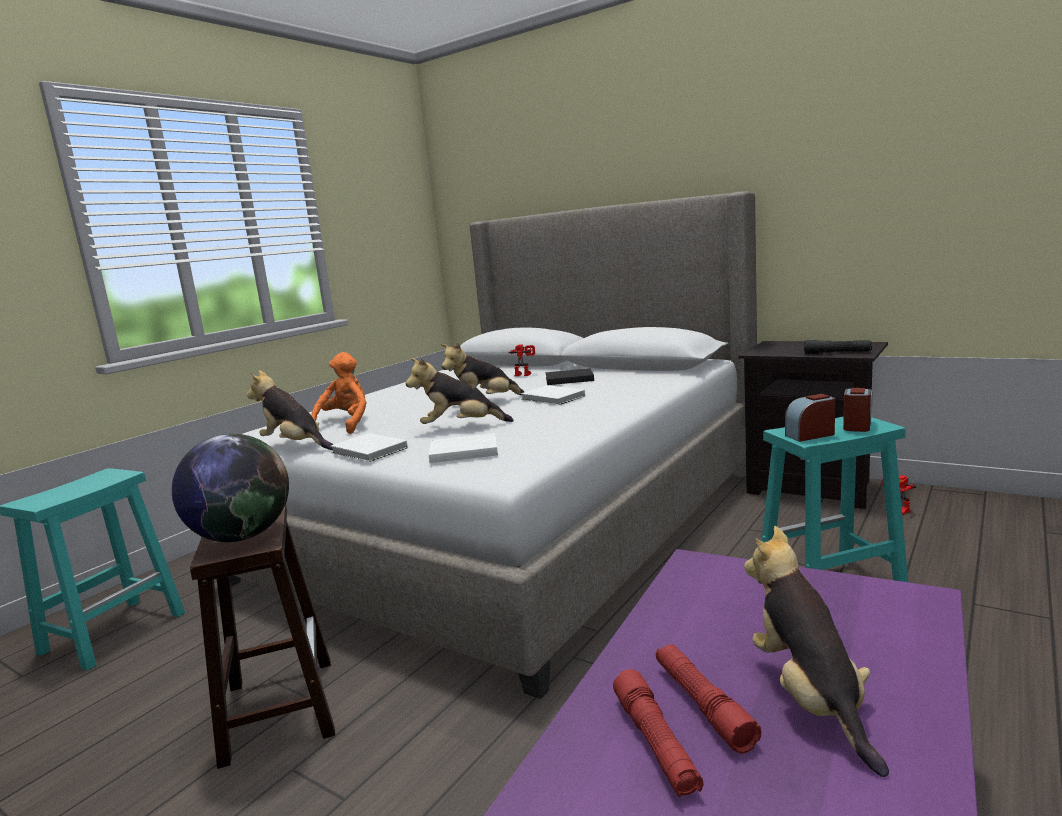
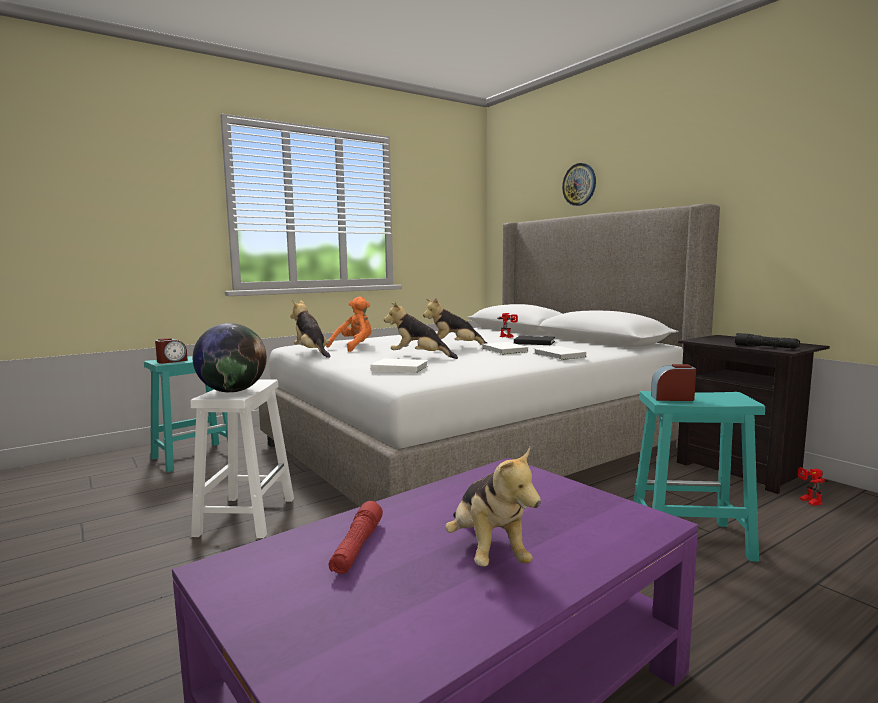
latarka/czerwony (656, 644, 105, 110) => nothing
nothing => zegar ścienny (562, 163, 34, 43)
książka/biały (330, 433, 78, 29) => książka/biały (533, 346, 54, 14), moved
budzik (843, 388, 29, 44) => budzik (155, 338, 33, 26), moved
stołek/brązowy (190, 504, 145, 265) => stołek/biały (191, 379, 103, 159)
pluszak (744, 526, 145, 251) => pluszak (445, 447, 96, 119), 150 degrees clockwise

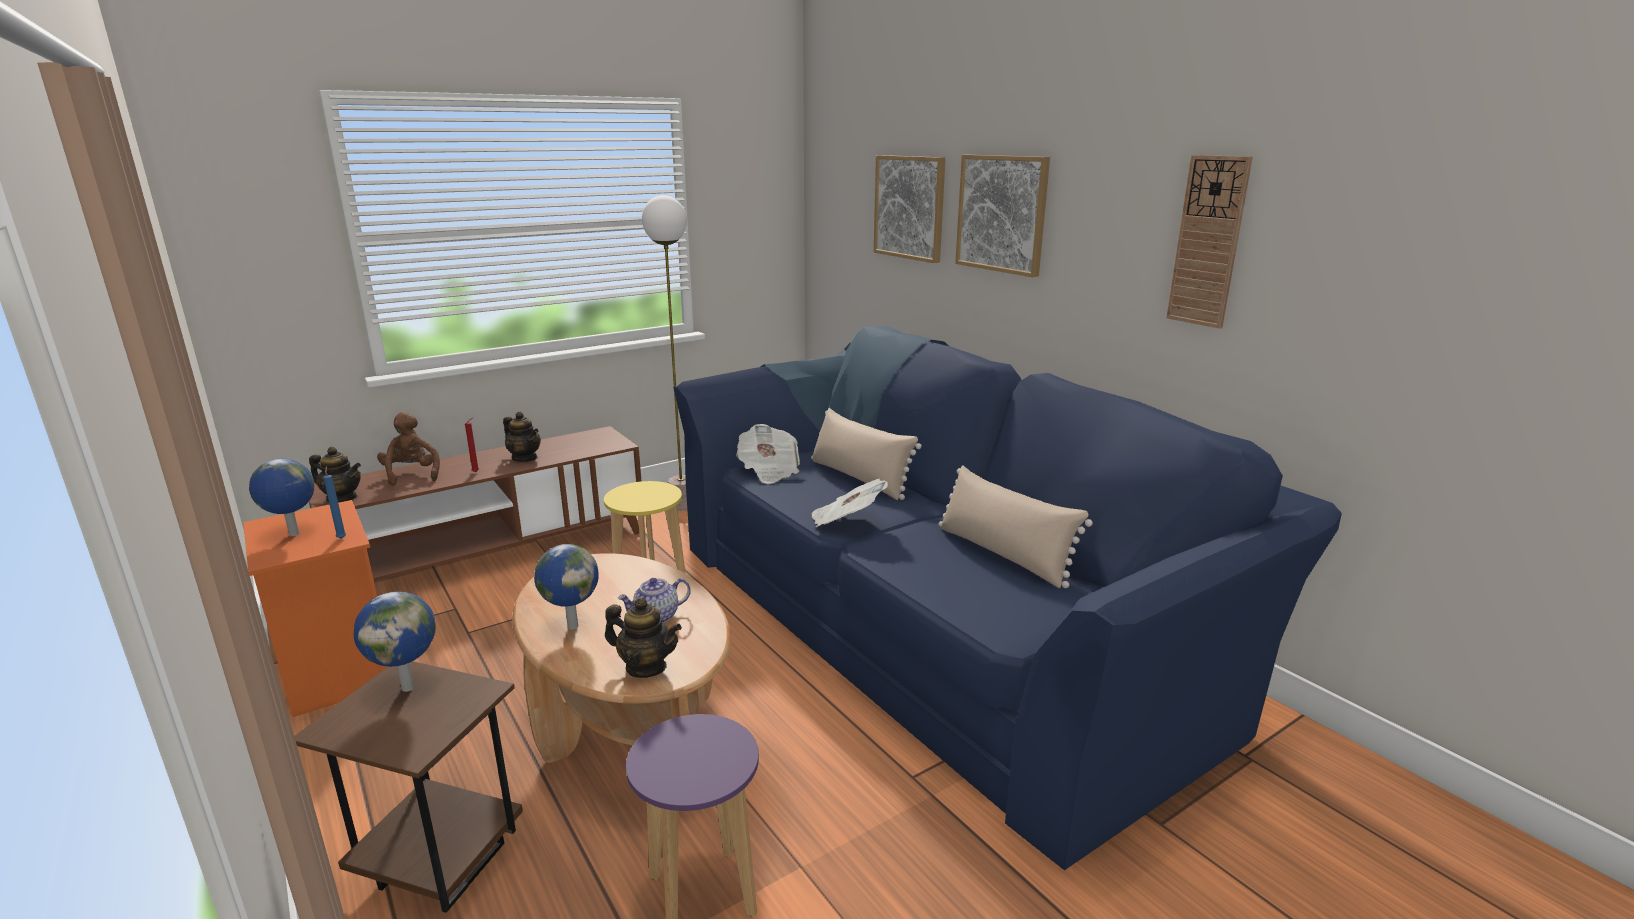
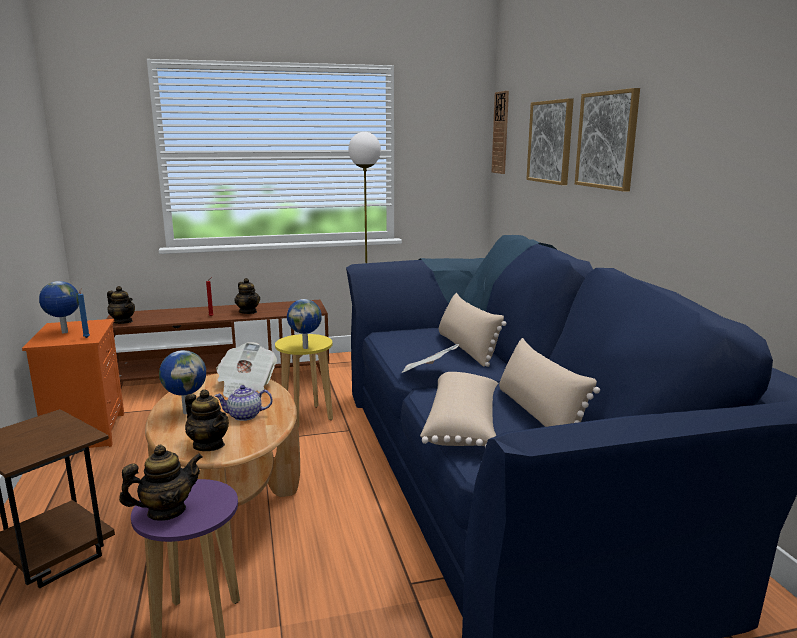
pluszak/brązowy (377, 412, 63, 74) => nothing
nothing => imbryk (119, 445, 84, 76)
nothing => poduszka/beżowy (420, 372, 78, 76)
globus (354, 591, 82, 101) => globus (287, 299, 35, 50), moved
gazeta (736, 424, 64, 60) => gazeta (216, 342, 61, 56), moved
zegar ścienny (1166, 155, 87, 174) => zegar ścienny (492, 91, 17, 83), moved

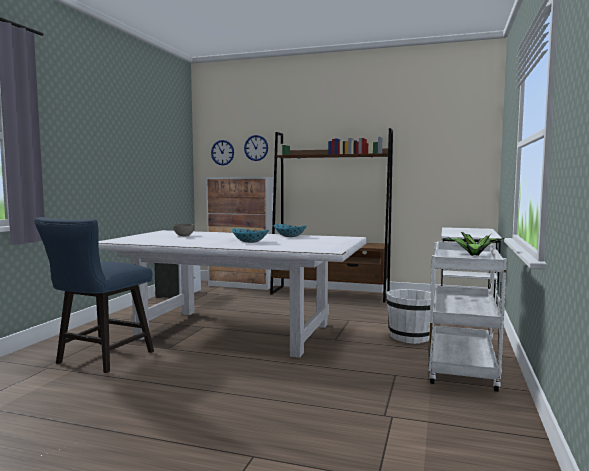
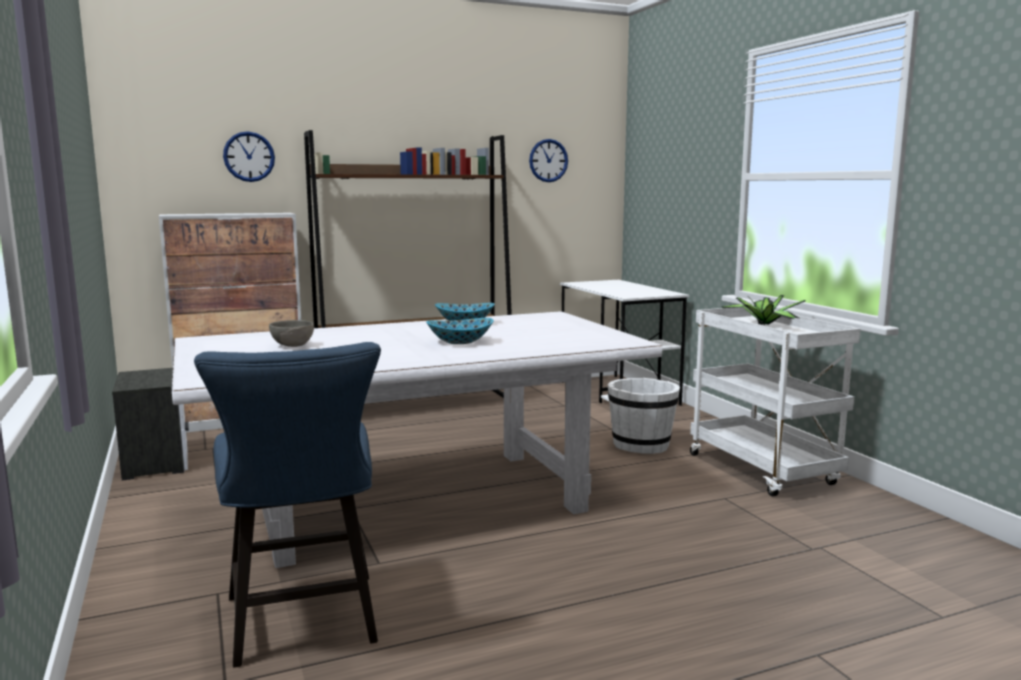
zegar ścienny (211, 140, 23, 25) => zegar ścienny (529, 139, 39, 43), moved

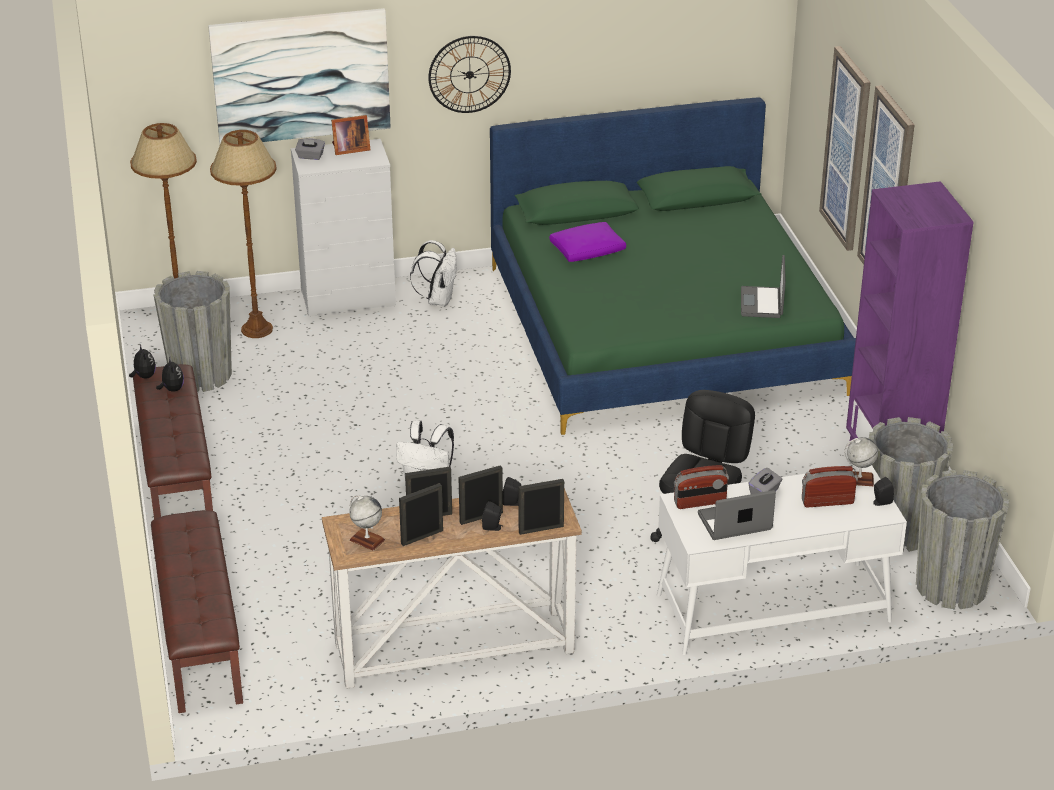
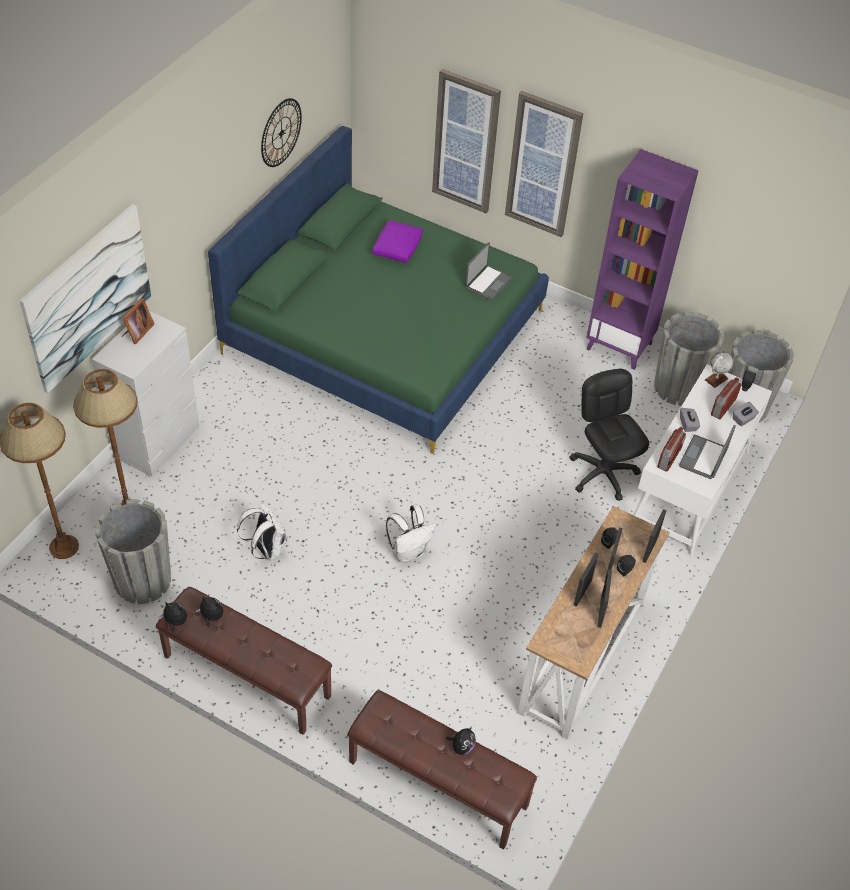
globus (349, 495, 36, 56) => nothing
nothing => pluszak (446, 727, 30, 28)
pudełko chusteczek/szary (295, 138, 30, 22) => pudełko chusteczek/szary (733, 402, 26, 24), moved
plecak/biały (410, 240, 47, 67) => plecak/biały (237, 503, 50, 58), moved
zegar ścienny (428, 36, 83, 77) => zegar ścienny (261, 98, 41, 69), moved
poduszka/fioletowy (549, 222, 77, 40) => poduszka/fioletowy (372, 220, 51, 43), moved
laptop (741, 255, 45, 63) => laptop (465, 242, 47, 59), 105 degrees counterclockwise

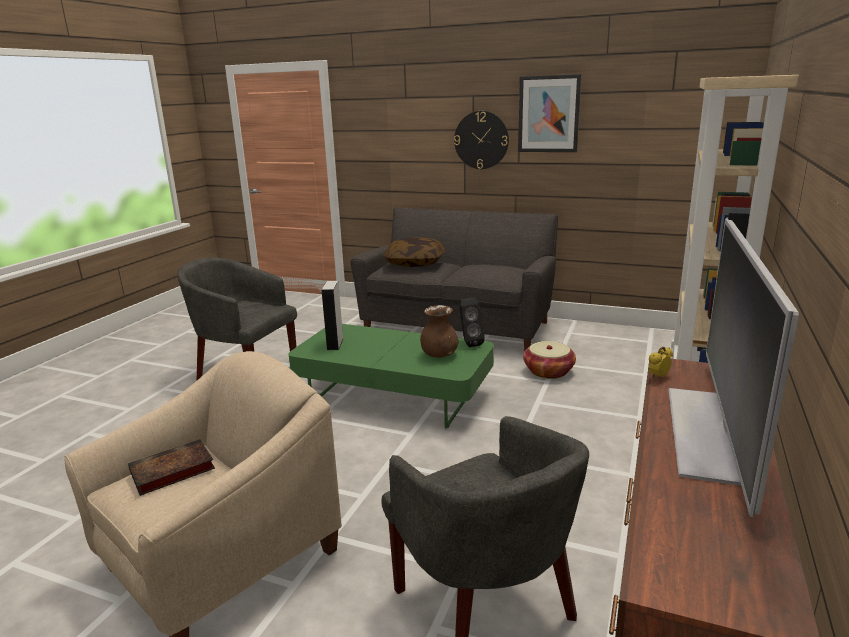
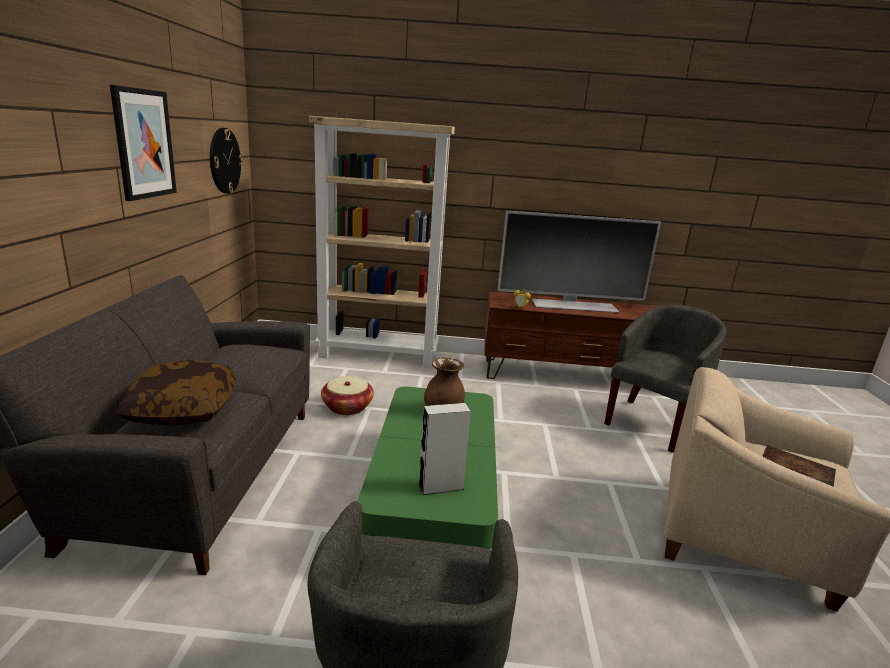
głośnik/czarny (459, 298, 26, 49) => nothing
zegar ścienny (454, 111, 55, 58) => zegar ścienny (210, 128, 33, 66), moved

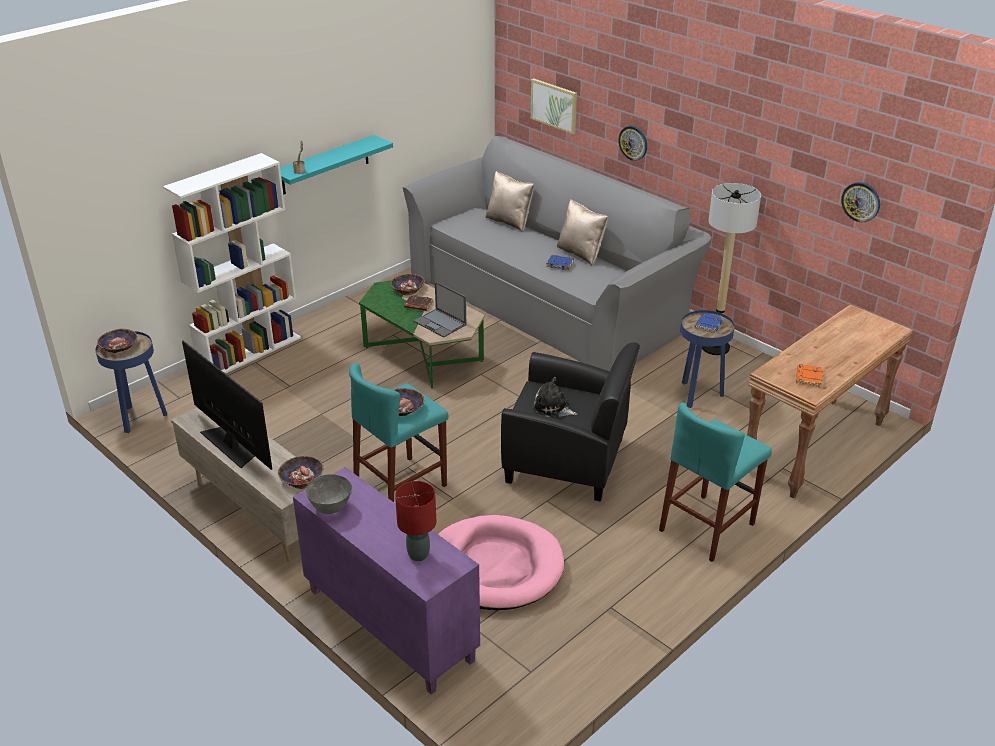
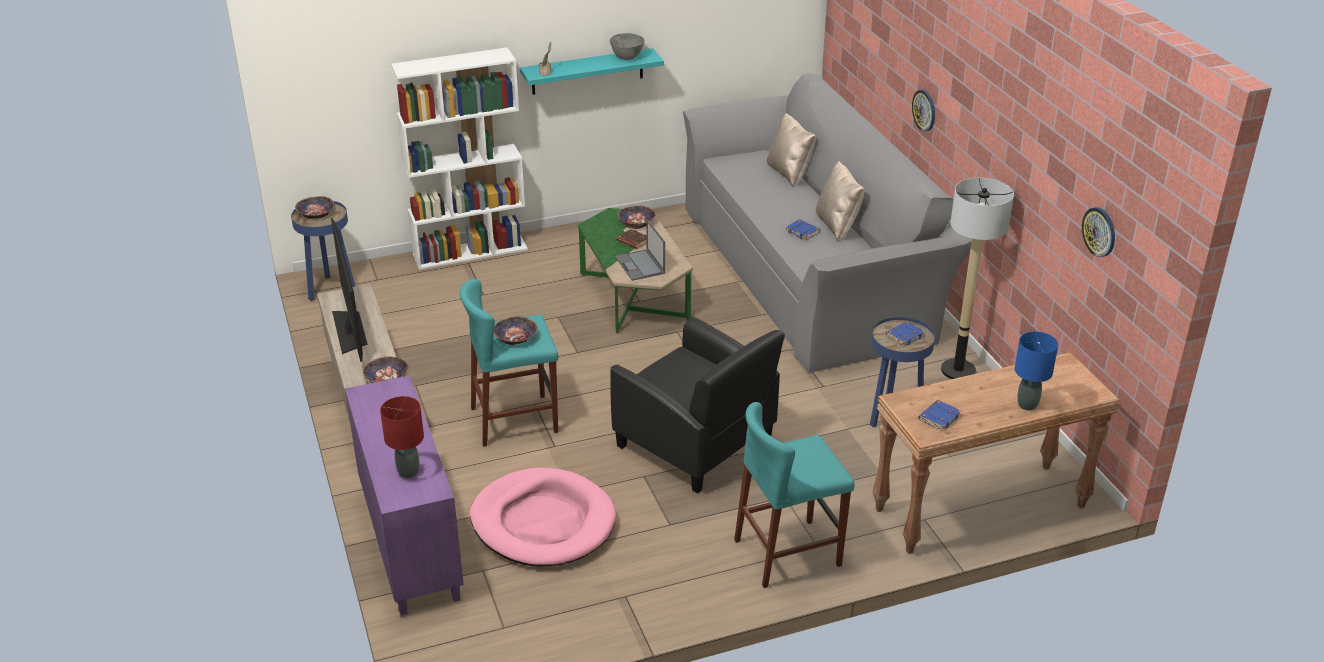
obraz (531, 78, 46, 56) => nothing
pluszak (533, 377, 44, 41) => nothing
nothing => lampa stołowa/niebieski (1015, 331, 43, 79)
miska/szary (306, 474, 46, 40) => miska/szary (610, 33, 35, 27), moved
książka/pomarańczowy (796, 364, 27, 23) => książka/niebieski (919, 400, 42, 31)

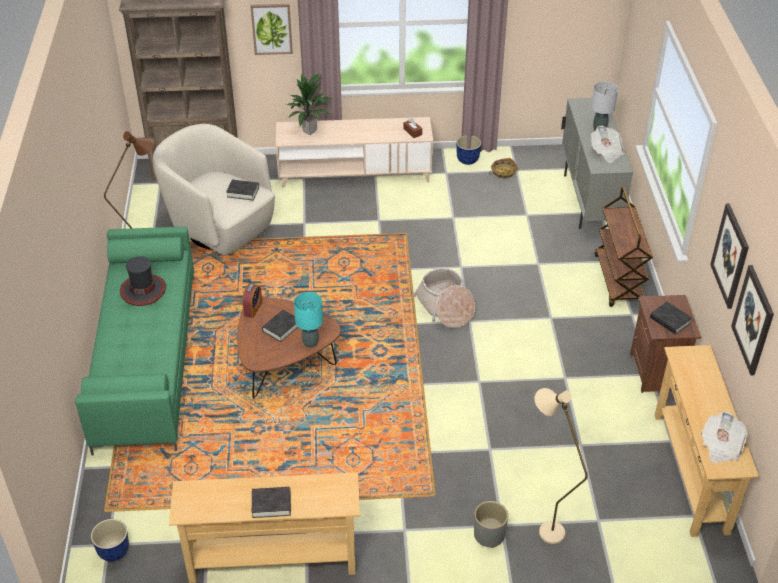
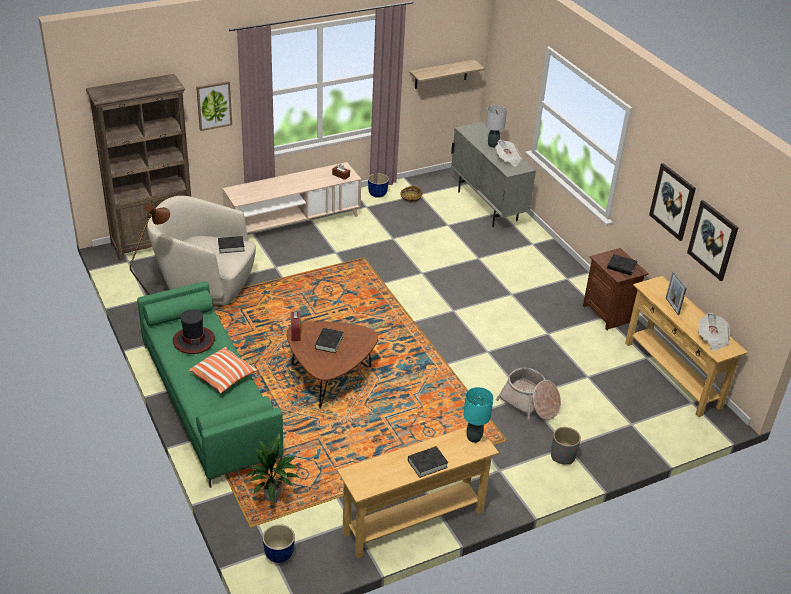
lampa stojąca/beżowy (534, 388, 54, 156) => nothing
wózek/brązowy (594, 187, 59, 120) => nothing
nothing => poduszka (189, 347, 69, 47)
nothing => półka (409, 59, 76, 30)
nothing => ramka na zdjęcie (666, 271, 21, 44)
roślina doniczkowa (287, 73, 47, 62) => roślina doniczkowa (248, 434, 51, 69), moved
lampa stołowa/turkusowy (294, 292, 29, 56) => lampa stołowa/turkusowy (463, 387, 31, 56), moved
koszyk (413, 268, 62, 60) => koszyk (496, 368, 65, 52), moved

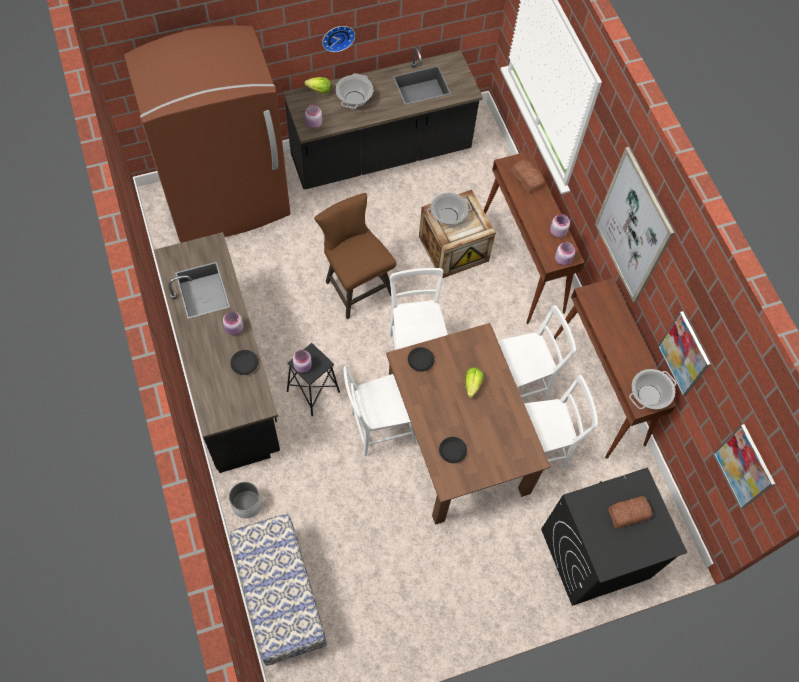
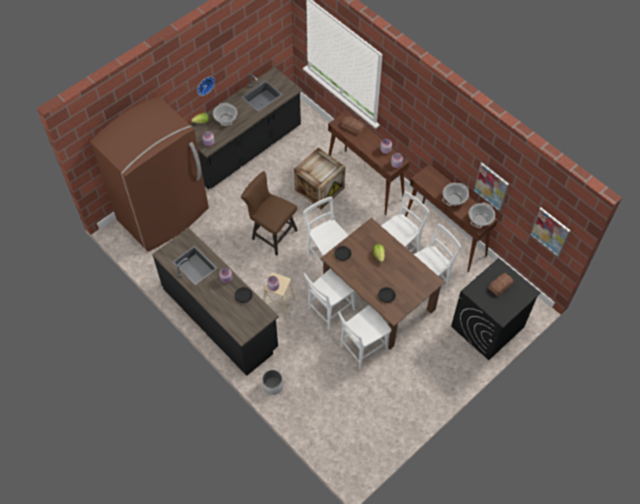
ławka (229, 514, 98, 152) => nothing
obraz (595, 147, 79, 156) => nothing
nothing => krzesło/biały (338, 305, 53, 64)
garnek (427, 192, 45, 33) => garnek (442, 183, 27, 23), moved
stołek/czarny (287, 343, 53, 73) => stołek/beżowy (263, 272, 32, 48)

